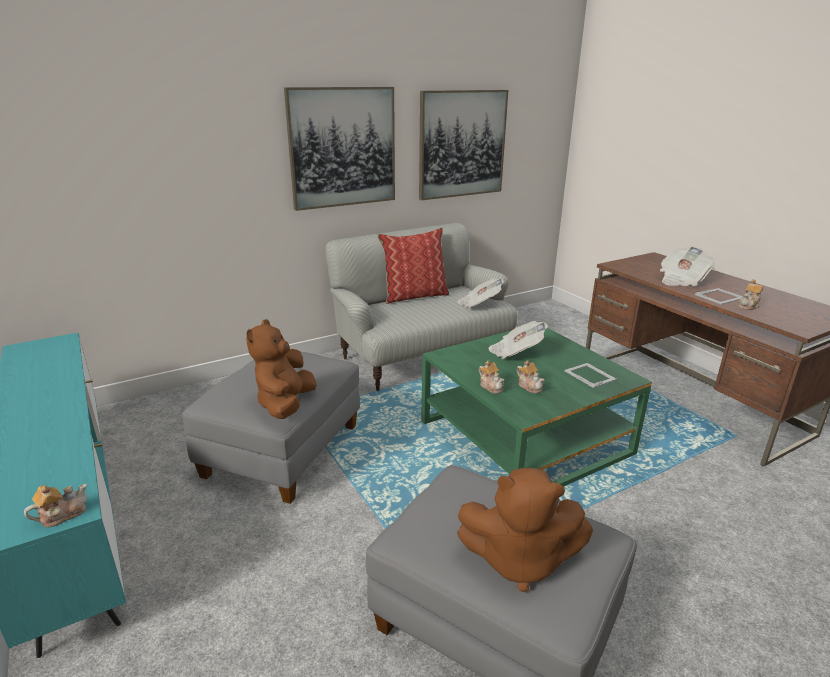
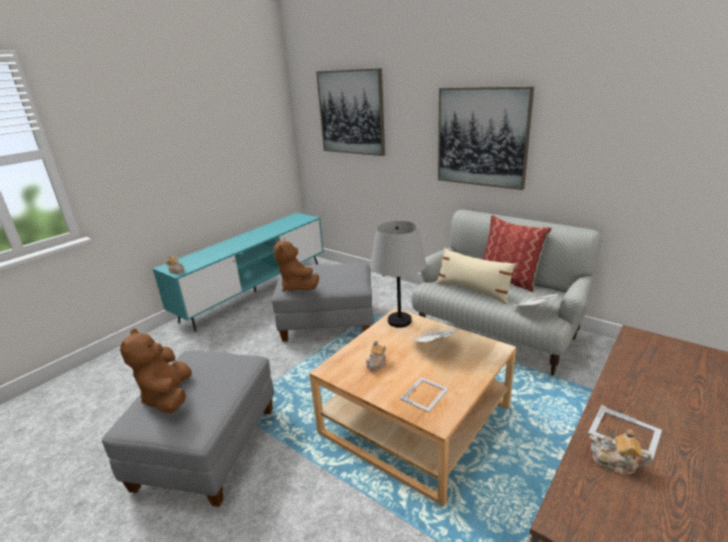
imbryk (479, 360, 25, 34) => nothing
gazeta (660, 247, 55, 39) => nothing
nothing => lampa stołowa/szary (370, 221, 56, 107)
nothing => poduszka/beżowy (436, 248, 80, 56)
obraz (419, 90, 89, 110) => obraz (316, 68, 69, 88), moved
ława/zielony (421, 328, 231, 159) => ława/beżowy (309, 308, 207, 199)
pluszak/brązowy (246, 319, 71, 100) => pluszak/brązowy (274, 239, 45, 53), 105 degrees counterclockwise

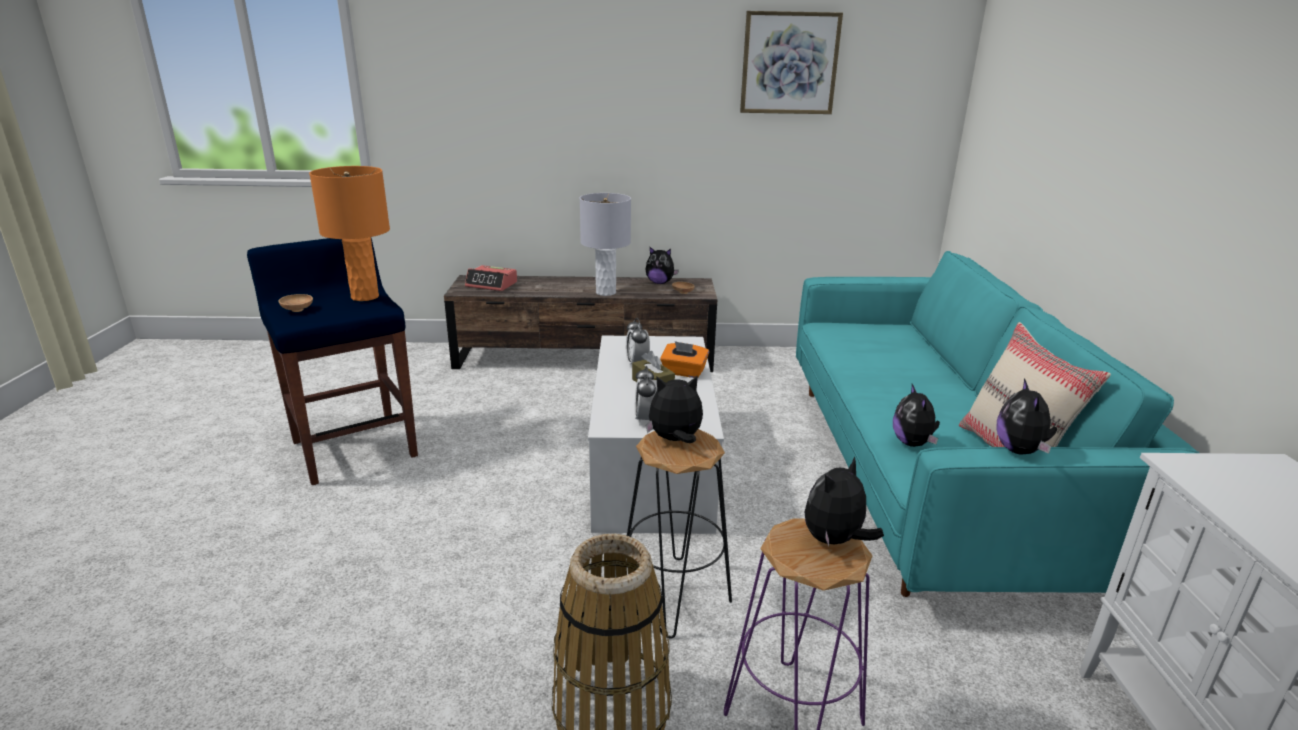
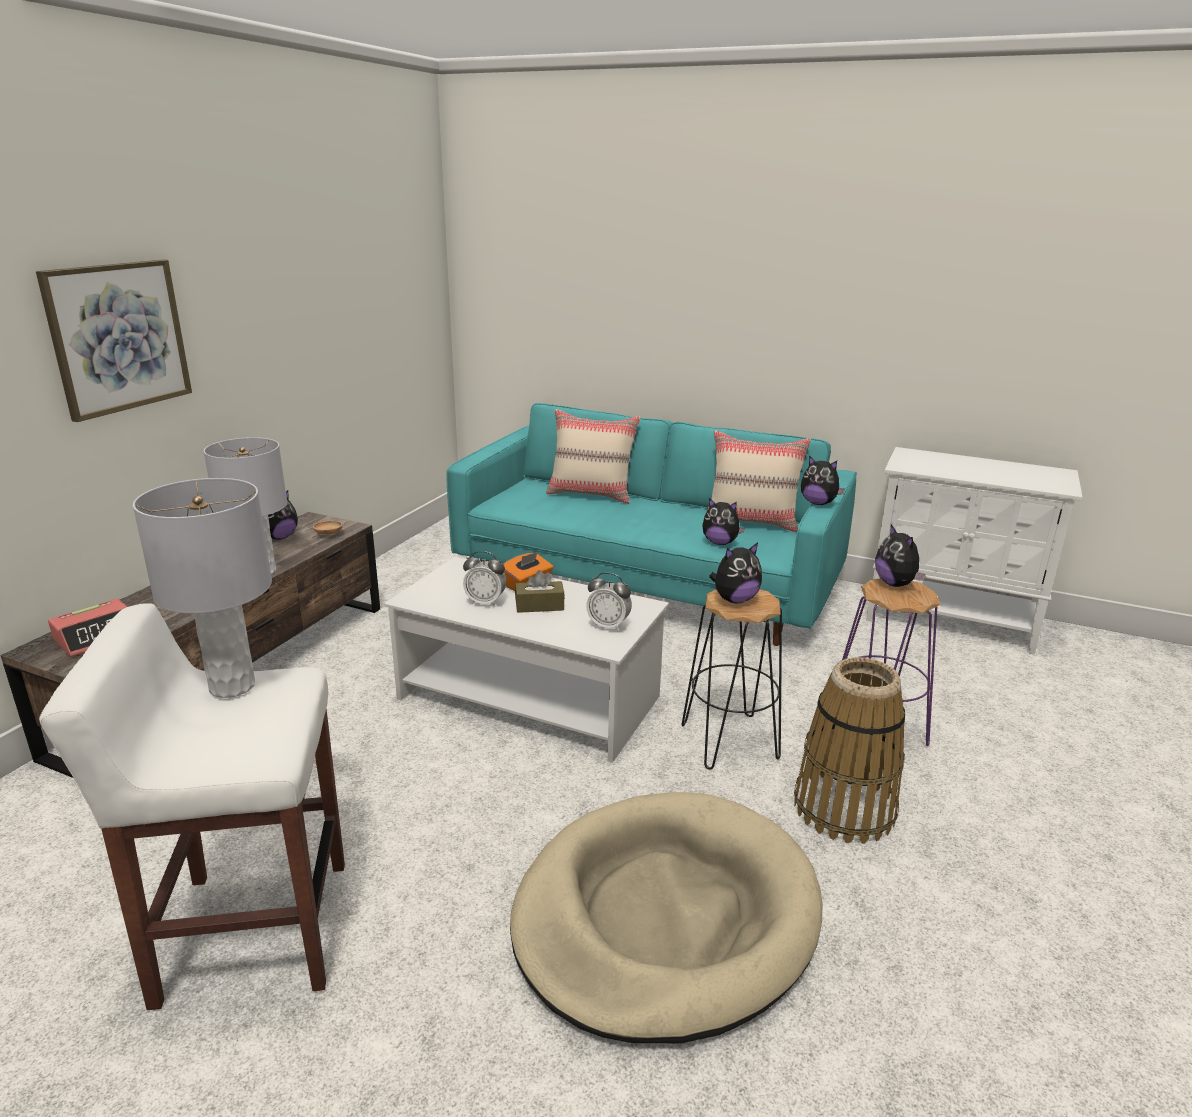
miska/brązowy (279, 294, 34, 18) => nothing
nothing => legowisko/beżowy (510, 792, 312, 251)
nothing => poduszka/beżowy (546, 409, 94, 95)
obraz (740, 11, 103, 103) => obraz (36, 259, 156, 163), moved
stołek/niebieski (247, 238, 171, 247) => stołek/biały (39, 603, 306, 407)
lampa stołowa/pomarańczowy (309, 166, 81, 135) => lampa stołowa/szary (133, 478, 139, 220)
pluszak (646, 375, 57, 68) => pluszak (709, 543, 53, 60), 135 degrees counterclockwise

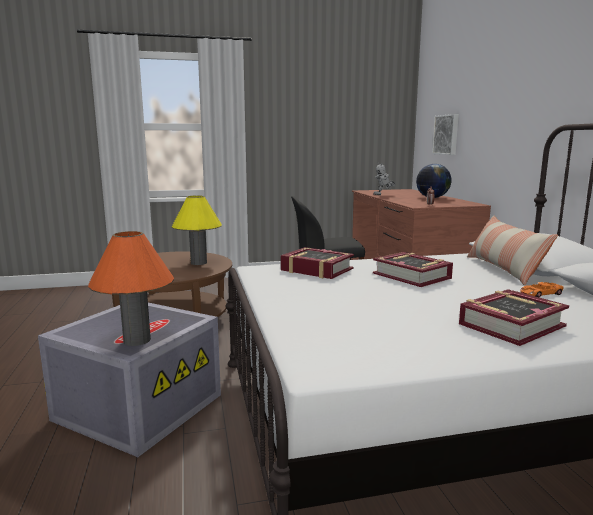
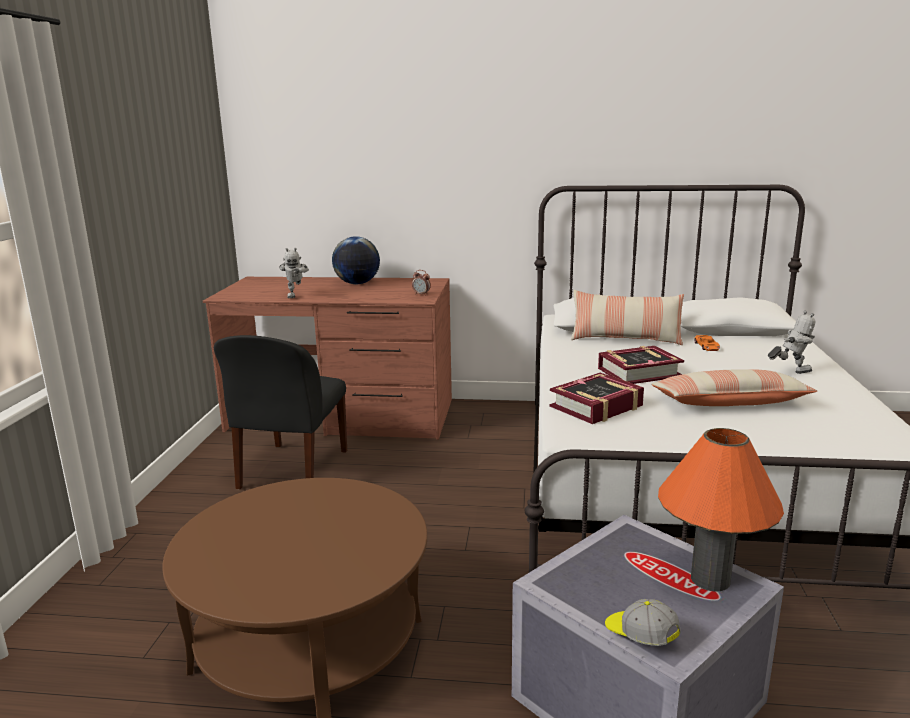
lampa stołowa/żółty (172, 195, 50, 70) => nothing
obraz (432, 114, 27, 41) => nothing
nothing => czapka z daszkiem (605, 599, 76, 47)
nothing => poduszka (651, 369, 166, 37)
książka (459, 289, 110, 57) => robot zabawkowy (768, 311, 47, 63)

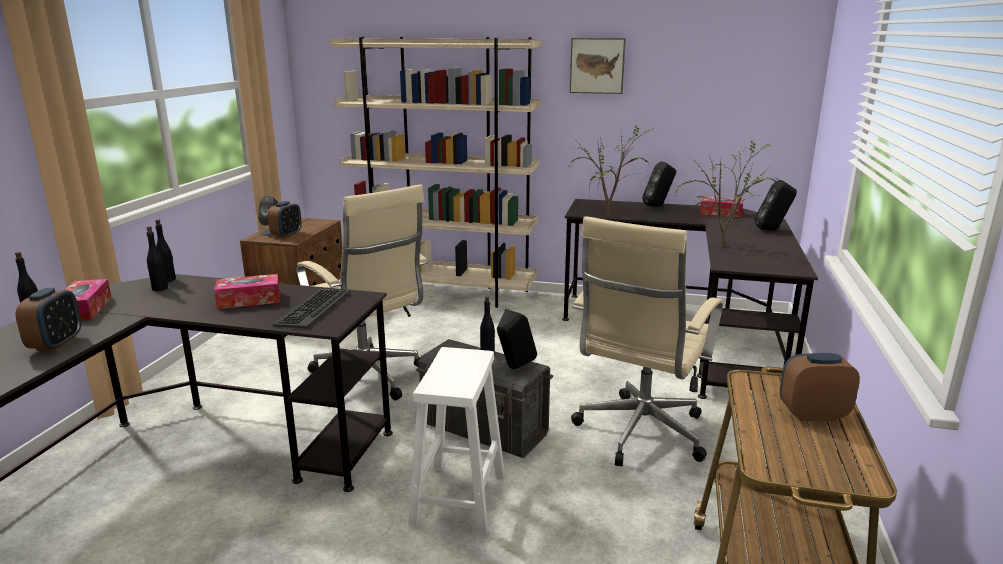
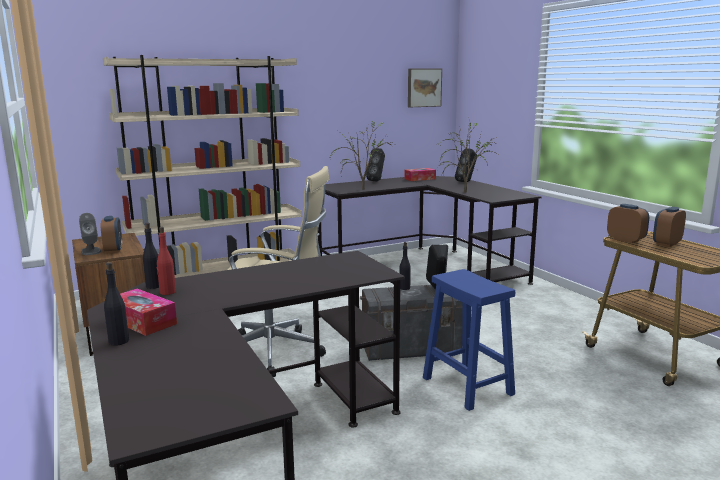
pudełko chusteczek (214, 274, 66, 35) => nothing
klawiatura (273, 289, 77, 39) => nothing
krzesło biurowe/beżowy (571, 216, 152, 250) => nothing
budzik (16, 288, 65, 63) => budzik (607, 204, 42, 39), moved
obraz (570, 38, 56, 56) => obraz (408, 69, 34, 38), moved
butelka/czarny (147, 226, 21, 65) => butelka/czerwony (156, 227, 20, 68)
stołek/biały (408, 347, 97, 188) => stołek/niebieski (423, 269, 92, 142)

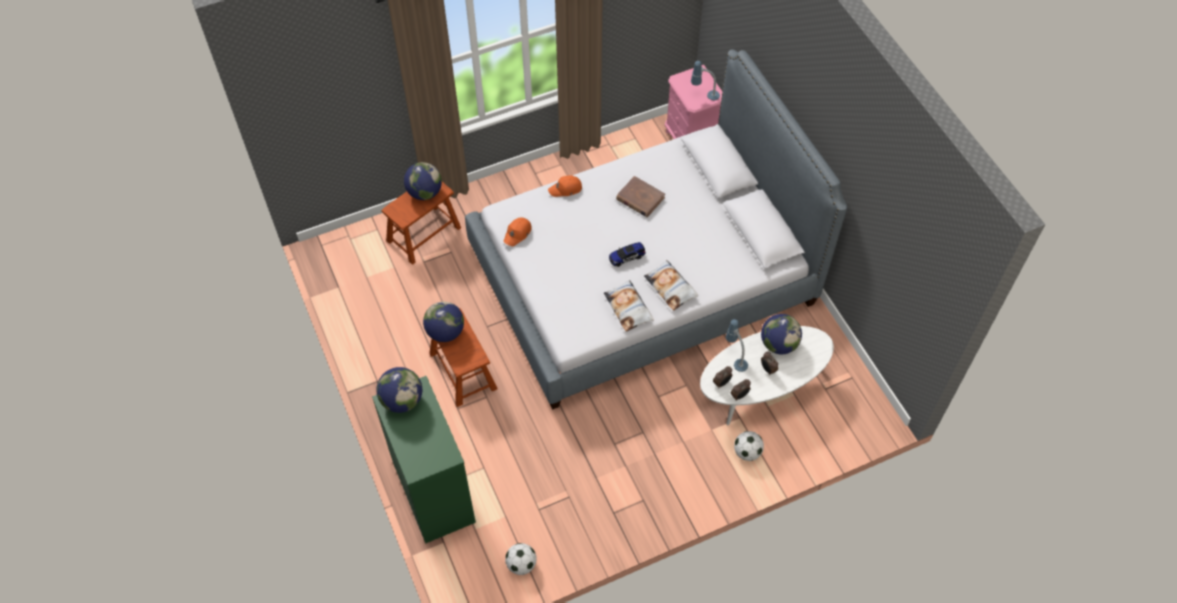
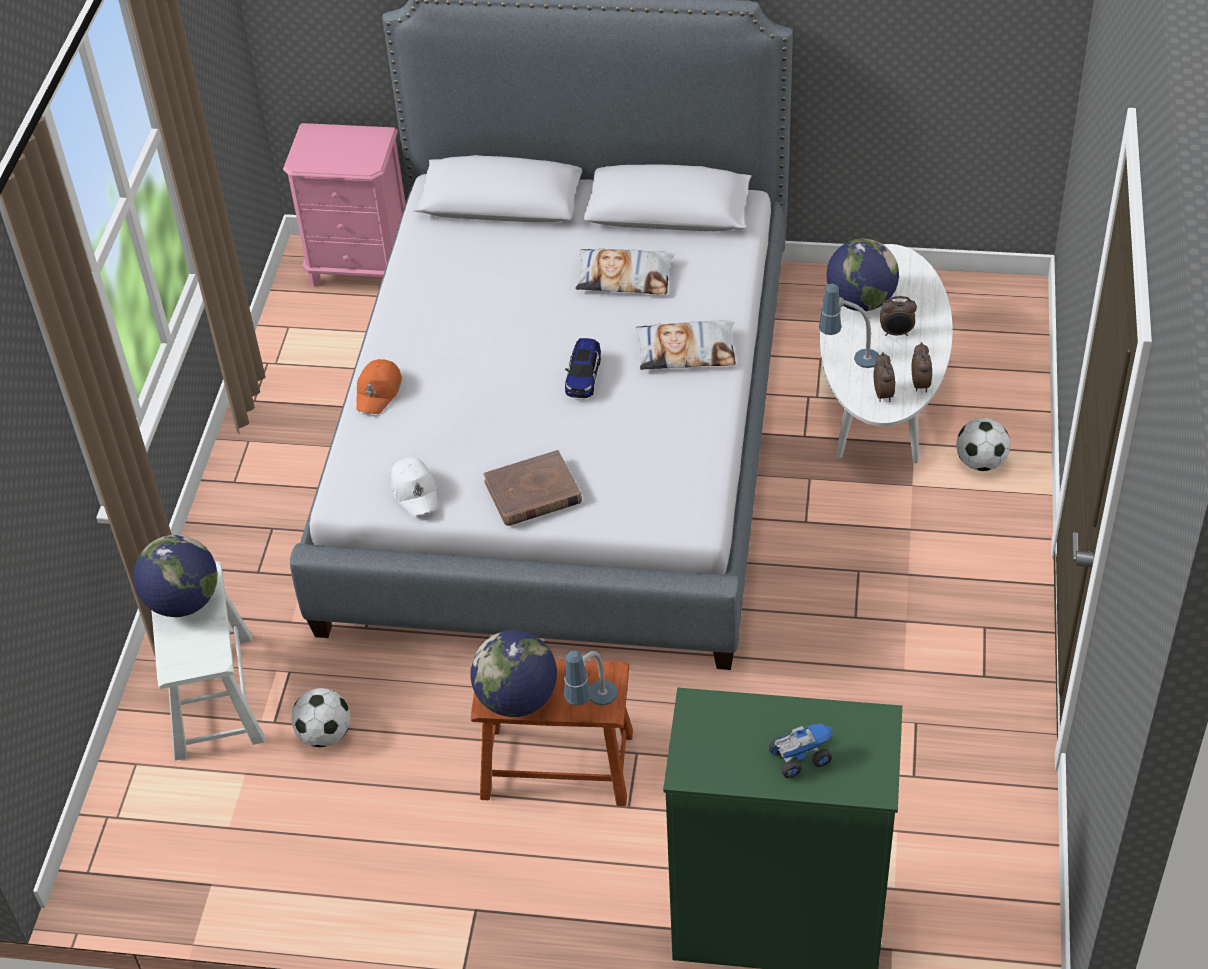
globus (376, 367, 46, 46) => nothing
nothing => ciężarówka zabawkowa (768, 724, 64, 54)
piłka futbolowa (505, 543, 32, 32) => piłka futbolowa (291, 688, 59, 59), moved
poduszka (604, 280, 50, 52) => poduszka (575, 249, 100, 45), moved
książka/brązowy (616, 176, 49, 41) => książka/brązowy (483, 450, 99, 76), moved
lampa stołowa (691, 61, 29, 39) => lampa stołowa (564, 650, 54, 56), moved
stołek/brązowy (381, 182, 80, 83) => stołek/biały (151, 561, 114, 200)
czapka z daszkiem/pomarańczowy (504, 218, 28, 28) => czapka z daszkiem/biały (391, 457, 46, 59)

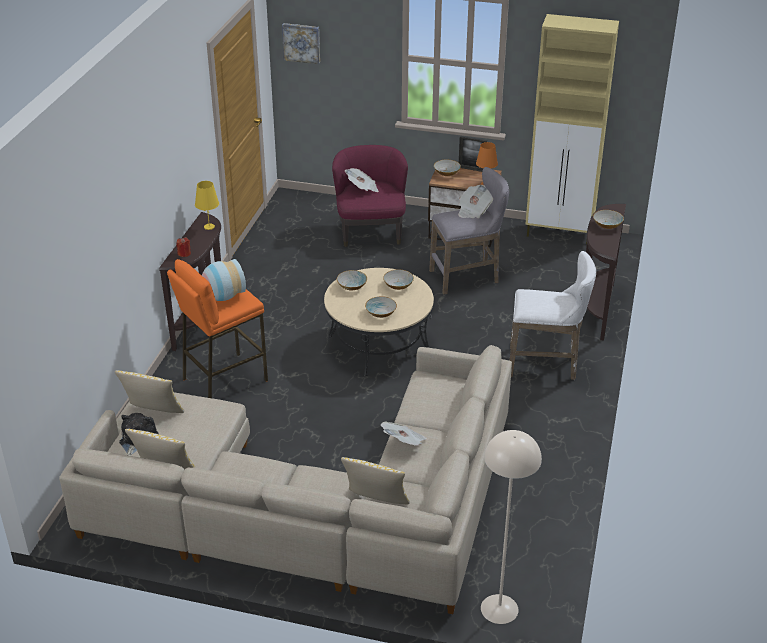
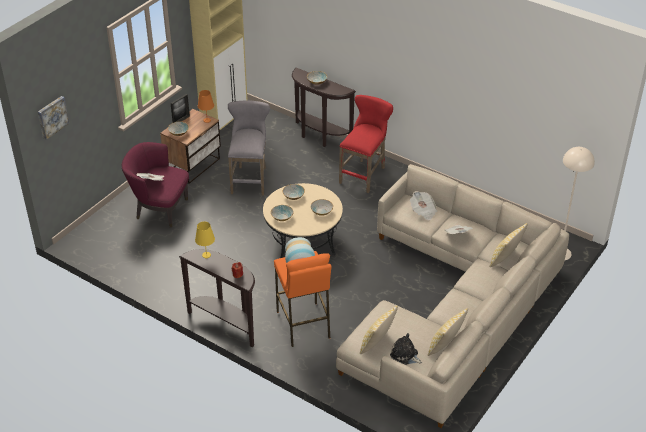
gazeta (458, 185, 35, 33) => gazeta (410, 191, 28, 30), moved
stołek/biały (510, 251, 86, 129) => stołek/czerwony (339, 95, 54, 98)

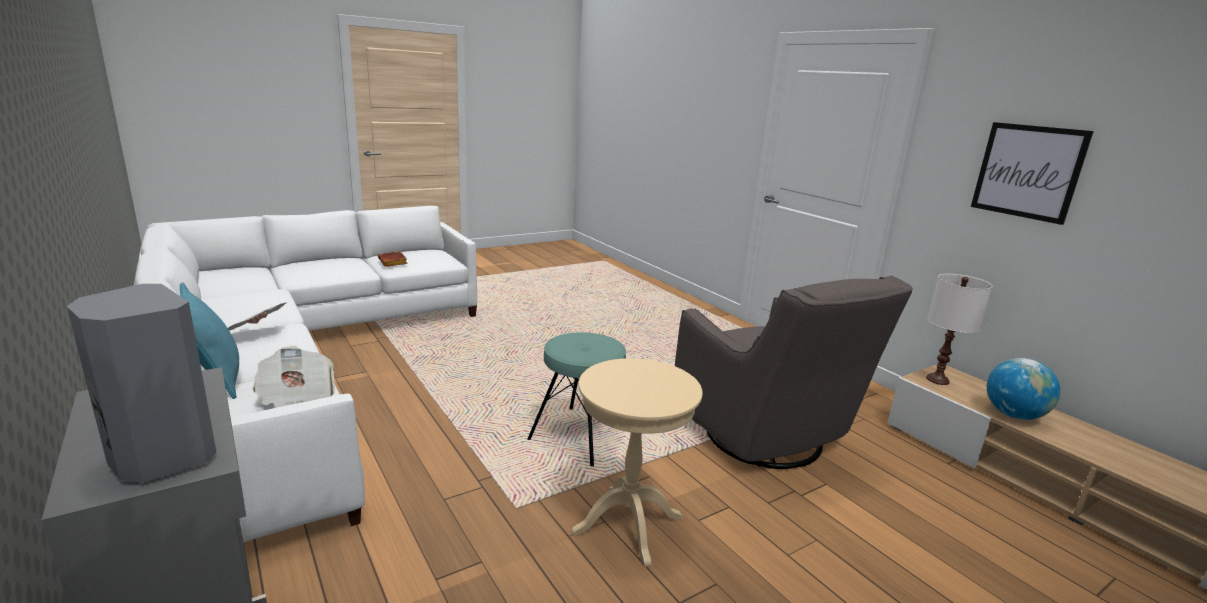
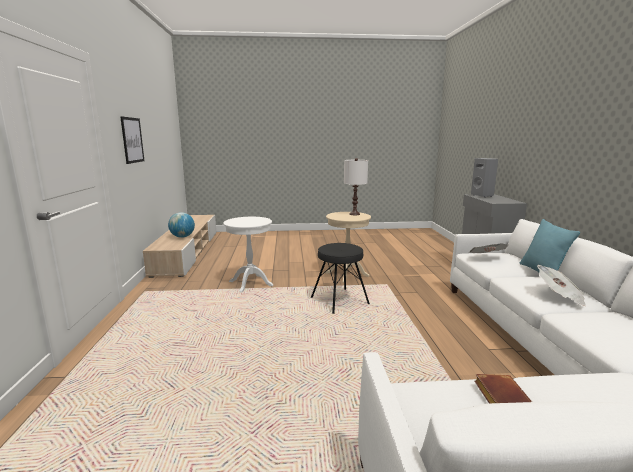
lampa stołowa/biały (926, 274, 67, 111) => lampa stołowa/biały (344, 158, 24, 57), moved
fotel/szary (675, 276, 238, 193) => stolik/biały (223, 217, 50, 75)
stołek/turkusowy (527, 332, 99, 134) => stołek/czarny (311, 243, 59, 71)

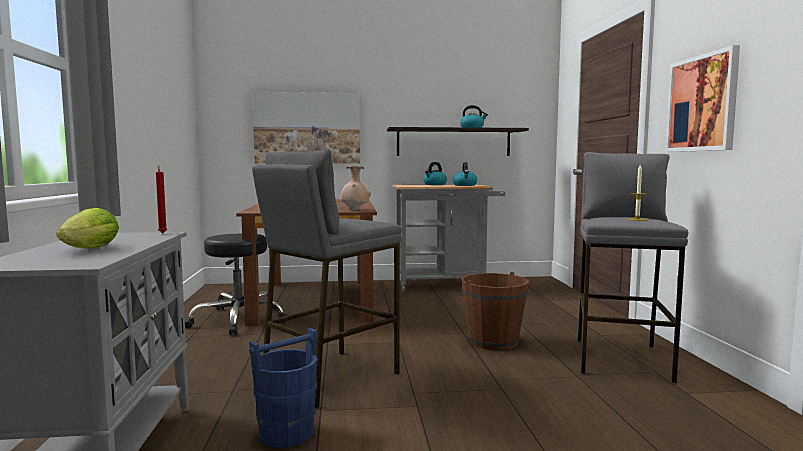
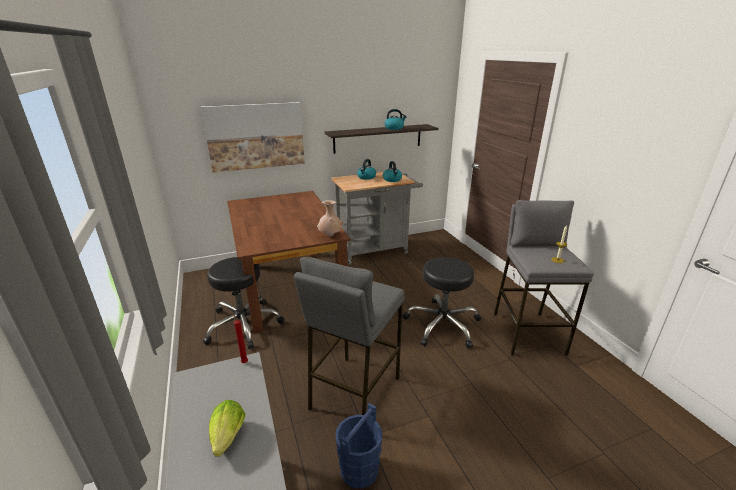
obraz (665, 45, 75, 107) => nothing
wiadro/brązowy (461, 272, 68, 78) => stołek/czarny (402, 257, 80, 91)

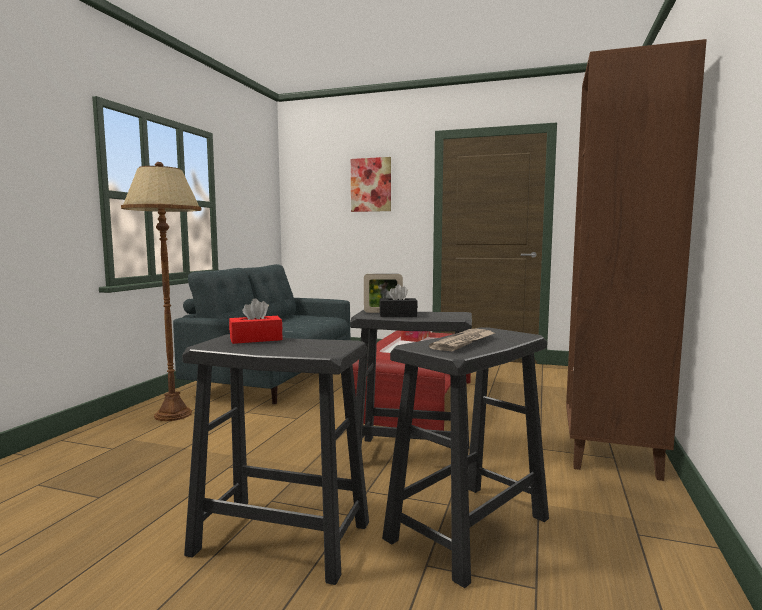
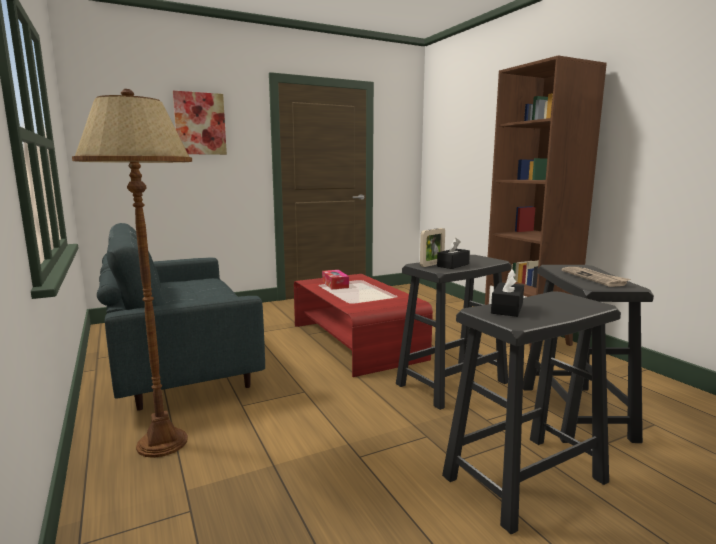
pudełko chusteczek/czerwony (229, 298, 54, 46) => pudełko chusteczek/czarny (491, 269, 33, 48)

